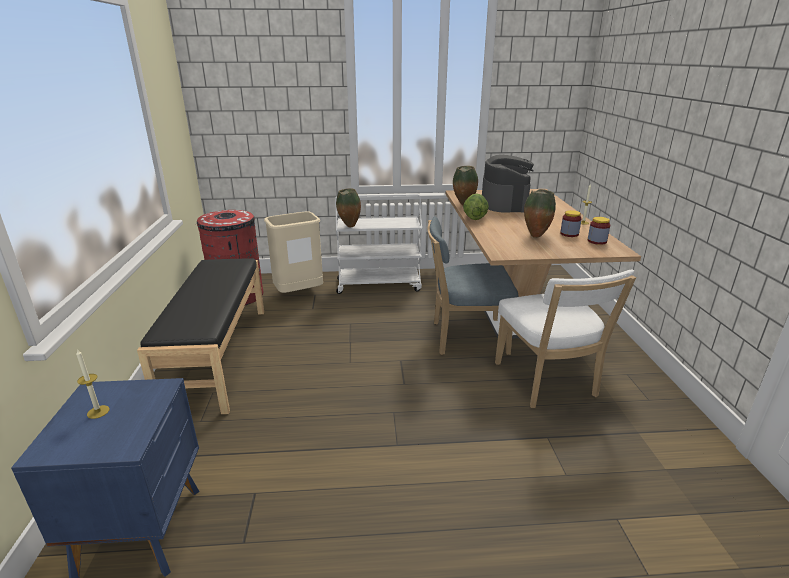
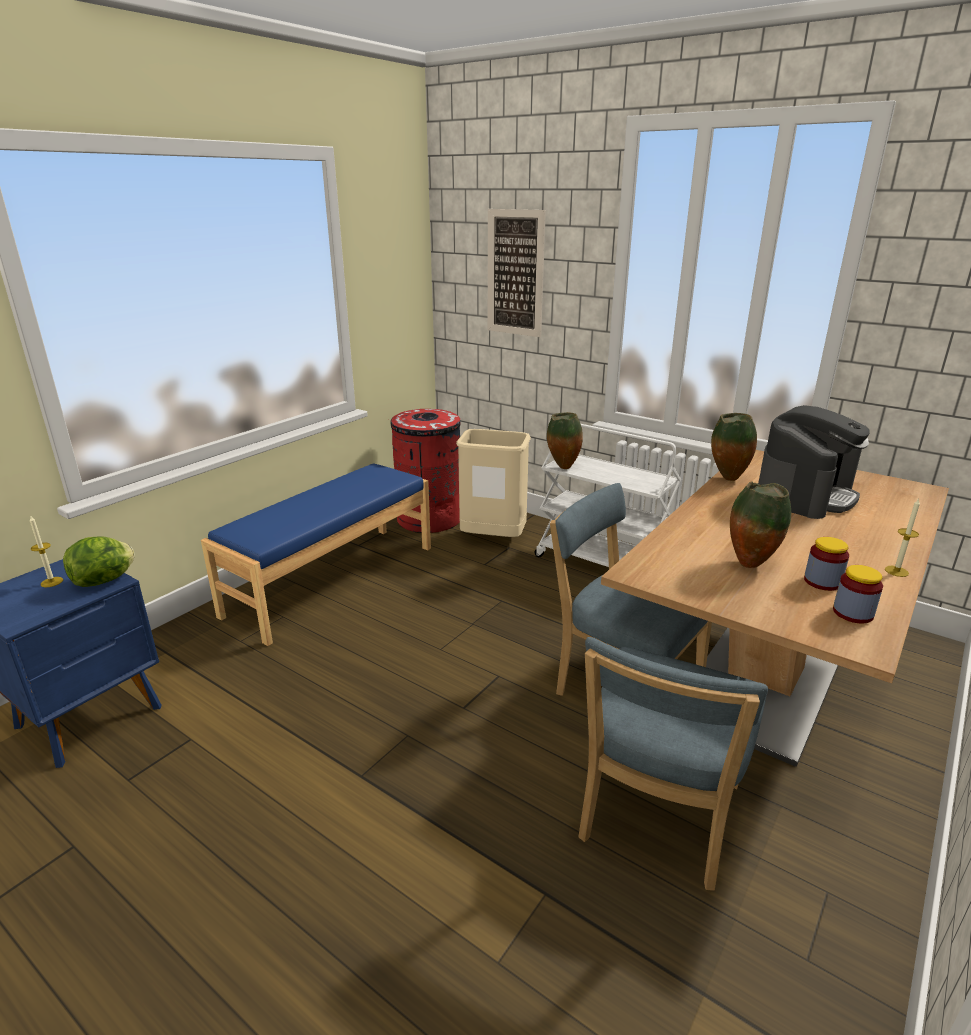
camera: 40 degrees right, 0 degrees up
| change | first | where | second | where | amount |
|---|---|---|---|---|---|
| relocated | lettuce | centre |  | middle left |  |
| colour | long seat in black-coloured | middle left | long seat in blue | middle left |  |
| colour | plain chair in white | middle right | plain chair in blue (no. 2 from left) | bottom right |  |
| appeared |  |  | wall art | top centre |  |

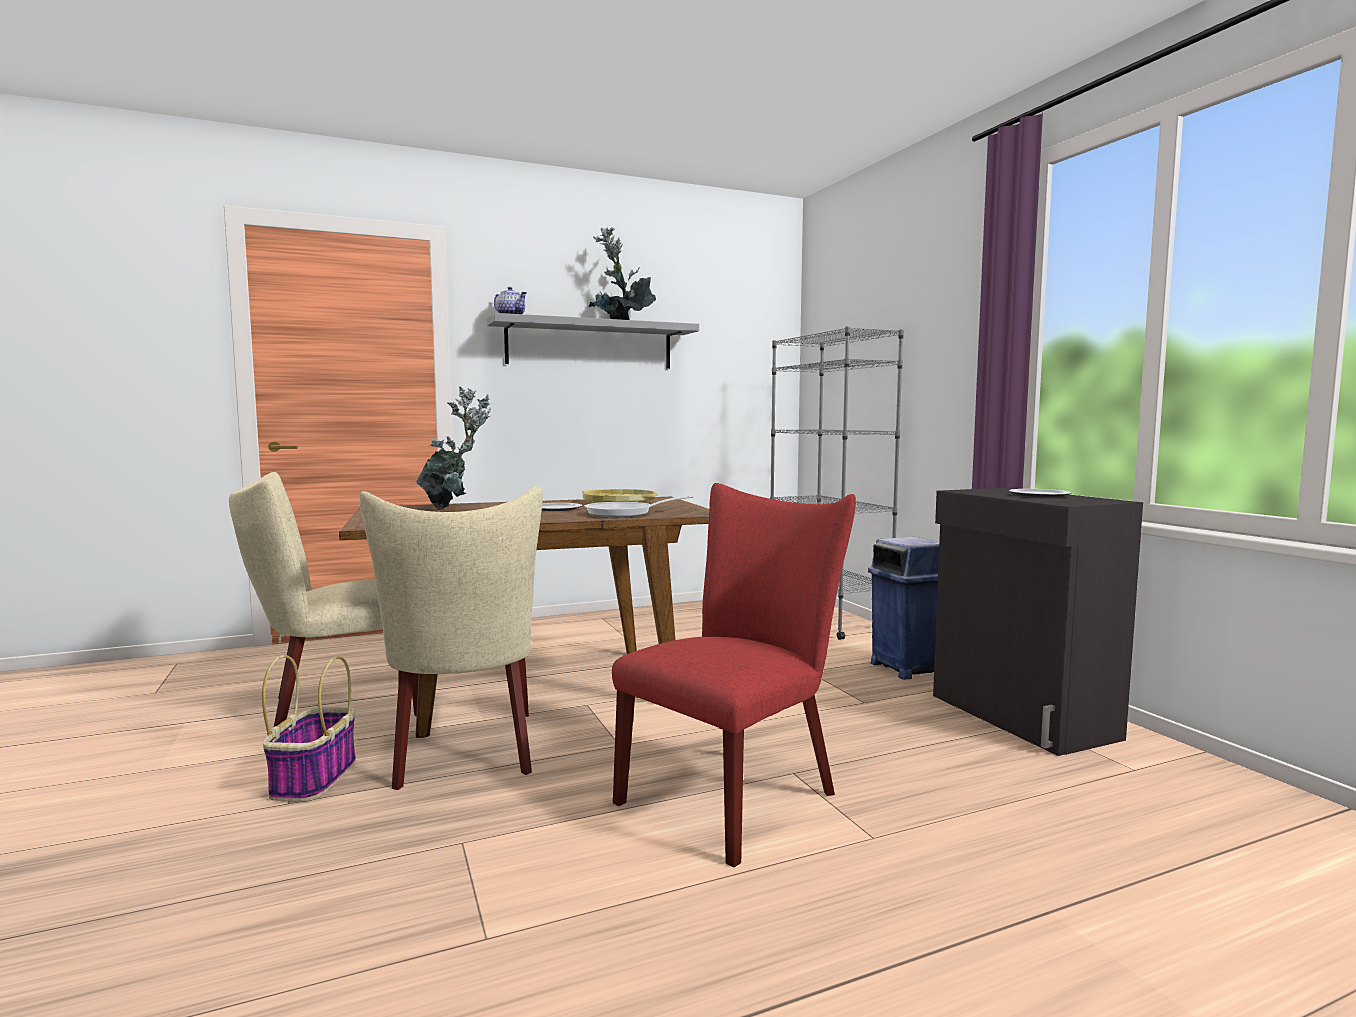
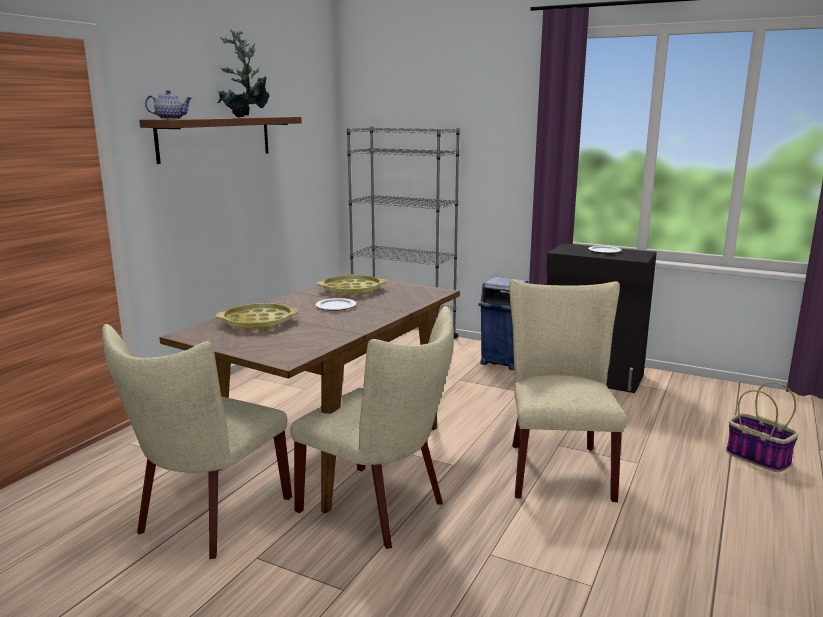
camera: 40 degrees left, 10 degrees up
| change | first | where | second | where | amount |
|---|---|---|---|---|---|
| colour | wall shelf in greyish | centre | wall shelf in brown | top left |  |
| exchanged | potted plant (no. 1 from left) | centre | carrying tray in yellow-coloured (no. 1 from left) | middle left |  |
| colour | plain chair in red | centre | plain chair in beige (no. 3 from left) | middle right |  |
| missing | frying pan | centre |  |  |  |
| relocated | household basket | bottom left |  | bottom right |  |

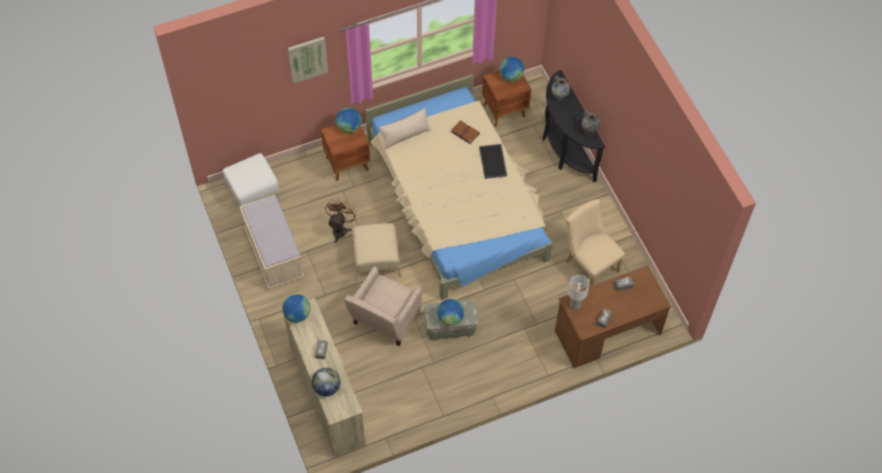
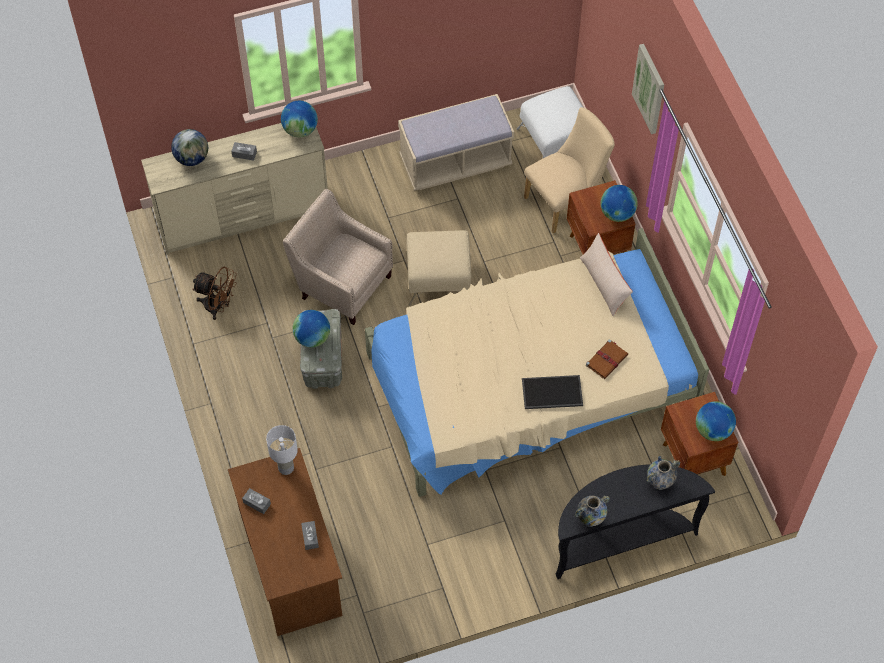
camera: 95 degrees right, 0 degrees up
| change | first | where | second | where | amount |
|---|---|---|---|---|---|
| relocated | cooling fan in brown | centre |  | middle left |  |
| relocated | plain chair in beige | middle right |  | top centre |  |

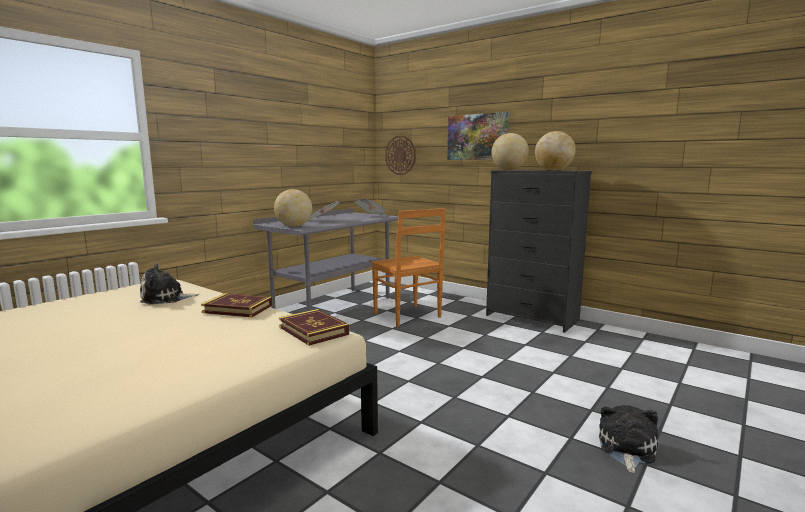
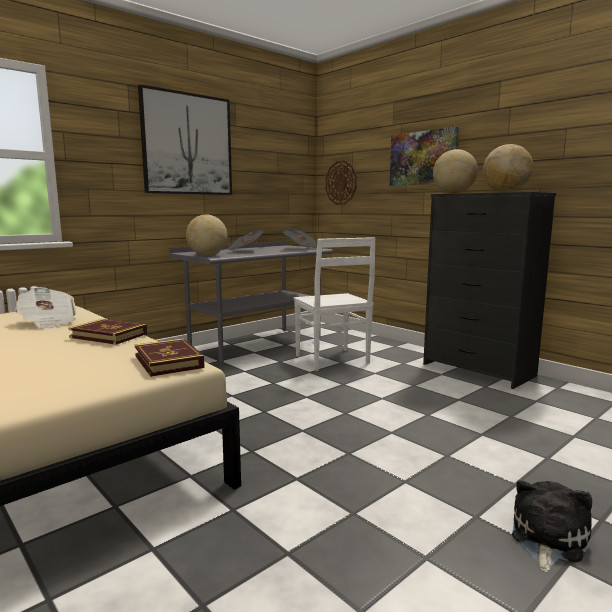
camera: 10 degrees right, 0 degrees up
| change | first | where | second | where | amount |
|---|---|---|---|---|---|
| colour | plain chair in brown | centre | plain chair in white | centre |  |
| exchanged | cuddly toy (no. 1 from left) | middle left | printed paper (no. 1 from left) | middle left |  |
| appeared |  |  | wall art (no. 1 from left) | top left |  |

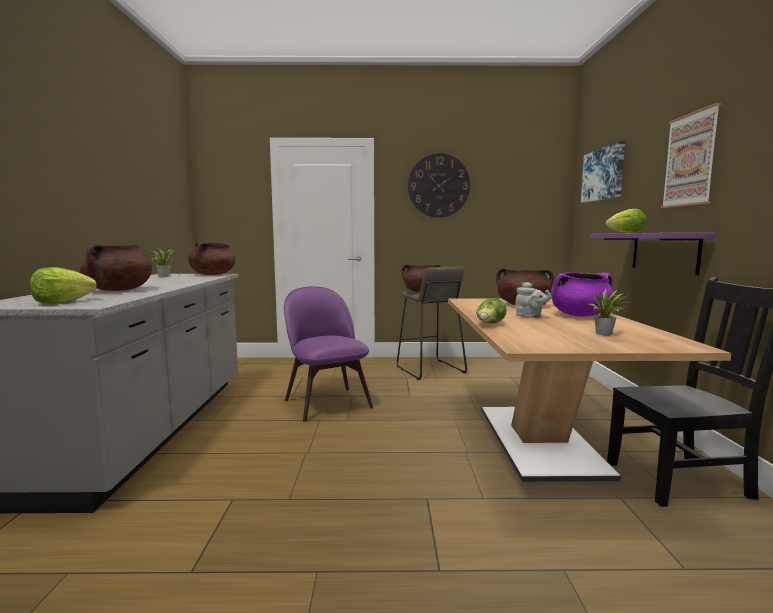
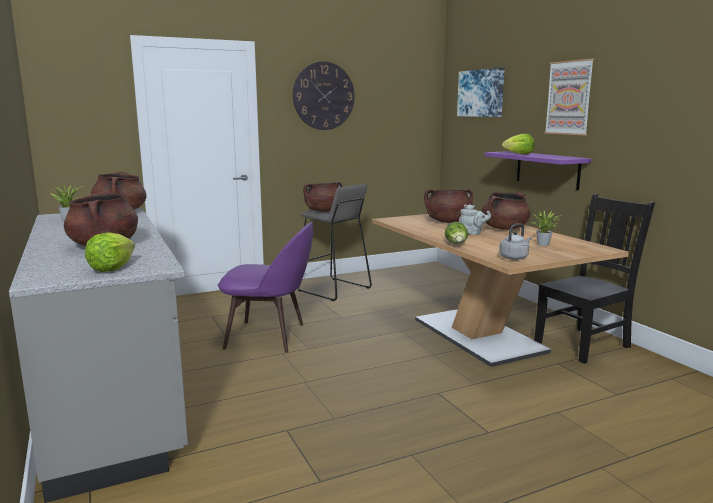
camera: 25 degrees left, 5 degrees up
| change | first | where | second | where | amount |
|---|---|---|---|---|---|
| colour | stockpot in purplish | middle right | stockpot in brown (no. 5 from left) | middle right |  |
| spun | plain chair in purplish | centre |  | centre | 150 degrees clockwise |
| appeared |  |  | kettle in greyish | middle right |  |

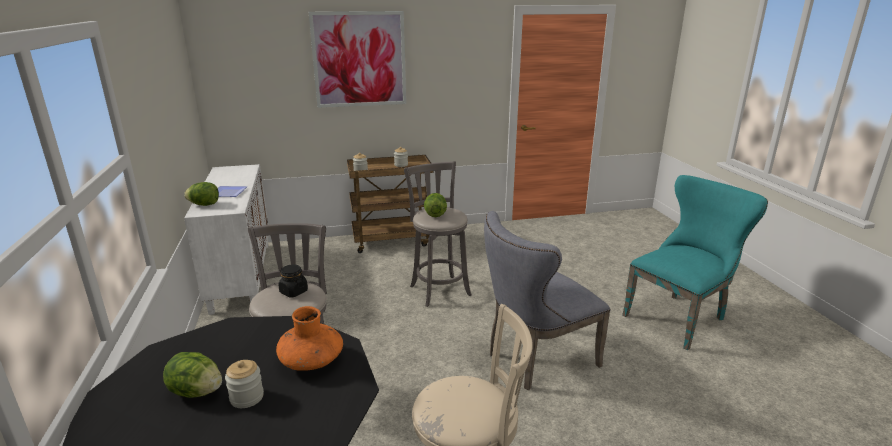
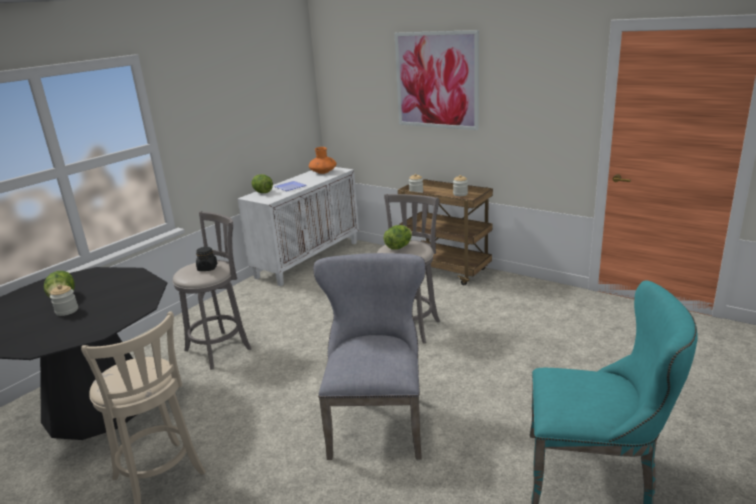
camera: 50 degrees right, 0 degrees up
| change | first | where | second | where | amount |
|---|---|---|---|---|---|
| spun | plain chair in greyish | bottom centre |  | bottom centre | 75 degrees clockwise |
| relocated | decorative vase in orangey | bottom centre |  | top centre |  |

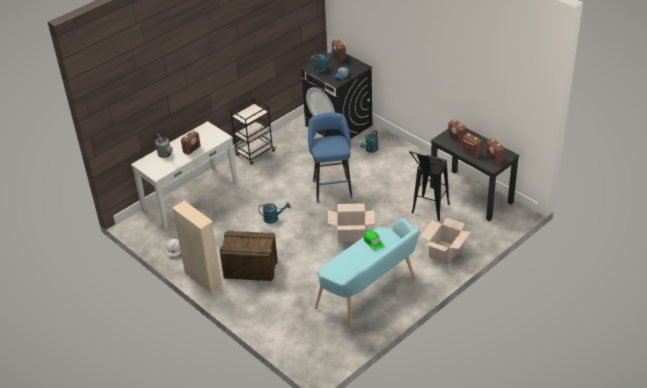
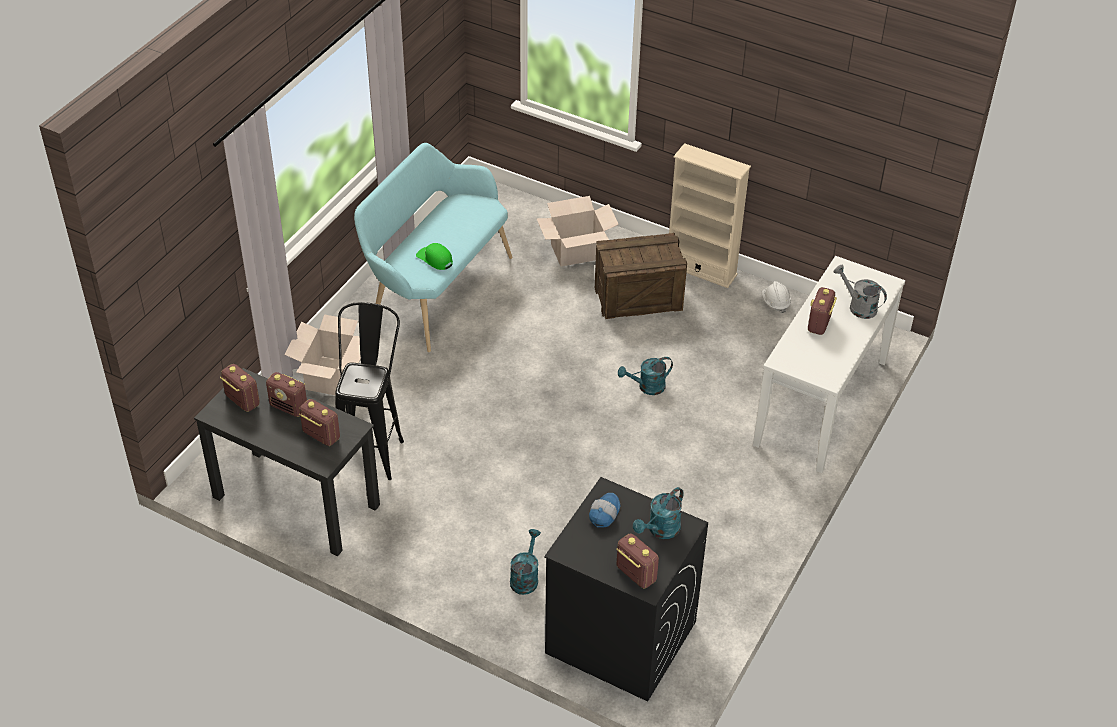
camera: 160 degrees right, 5 degrees up
| change | first | where | second | where | amount |
|---|---|---|---|---|---|
| missing | cart in black-coloured | centre |  |  |  |
| missing | stool seat in blue | centre |  |  |  |
| relocated | packing box (no. 1 from left in the first image) | centre | packing box (no. 2 from left) | top centre |  |

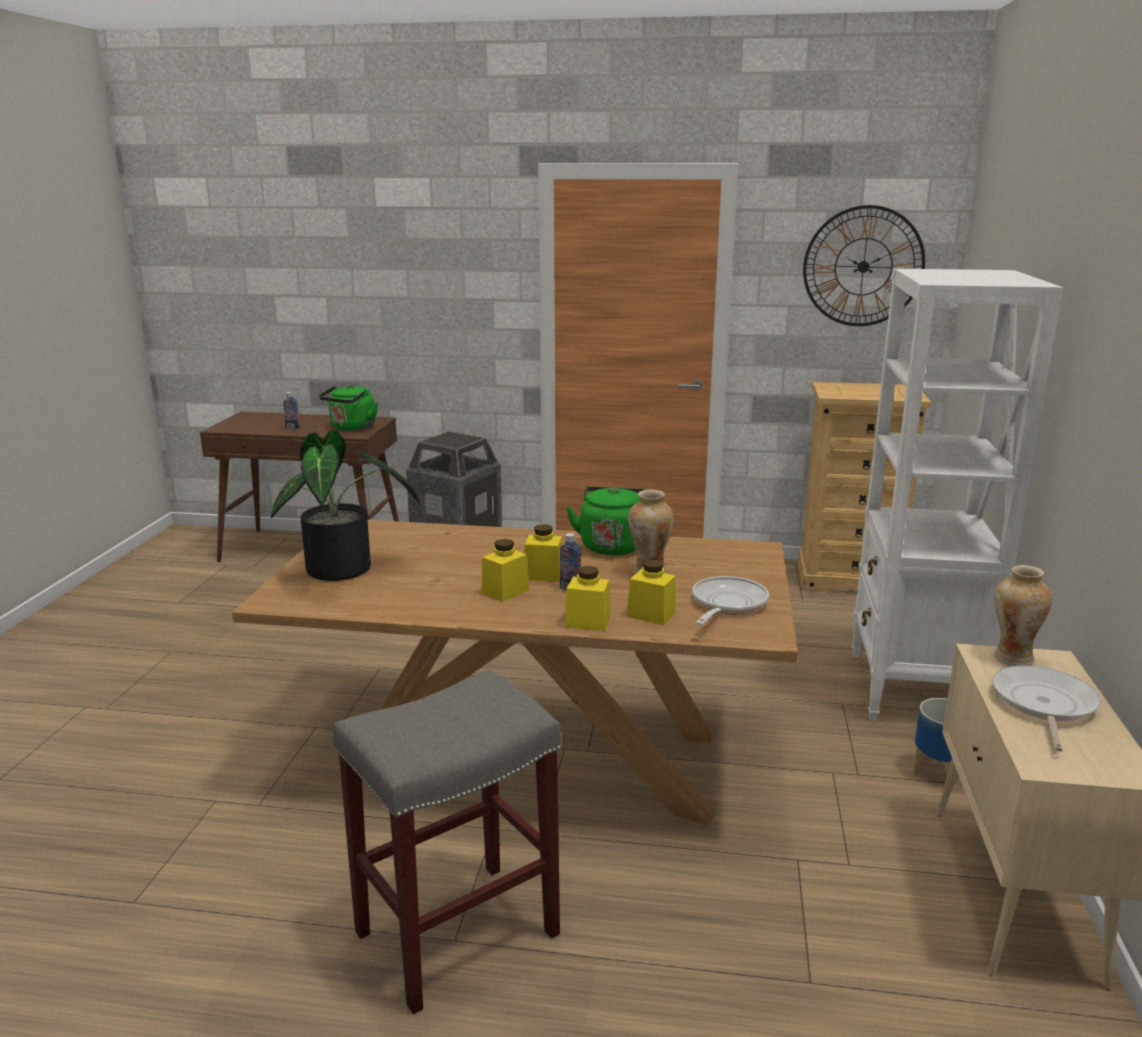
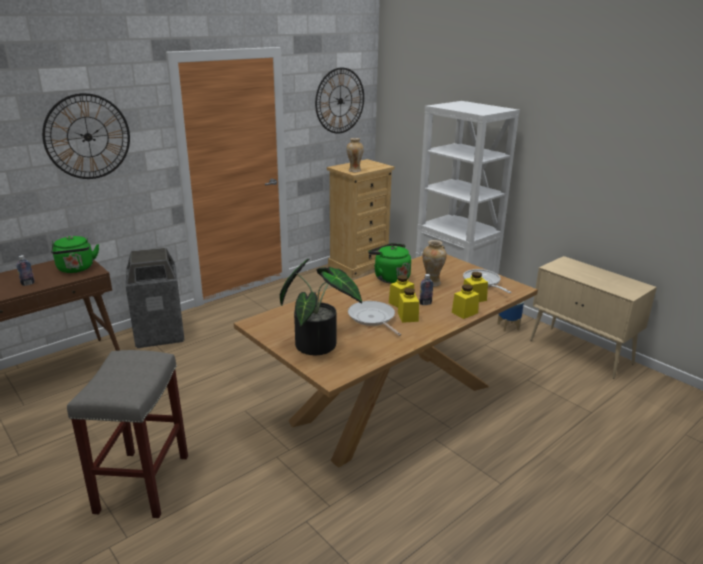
camera: 50 degrees left, 5 degrees up
| change | first | where | second | where | amount |
|---|---|---|---|---|---|
| relocated | decorative vase (no. 2 from left in the first image) | middle right | decorative vase (no. 1 from left) | top centre |  |
| relocated | frying pan (no. 2 from left in the first image) | bottom right | frying pan (no. 1 from left) | centre |  |
| relocated | stool seat in greyish | bottom centre |  | bottom left |  |
| appeared |  |  | clock on the wall (no. 1 from left) | top left |  |

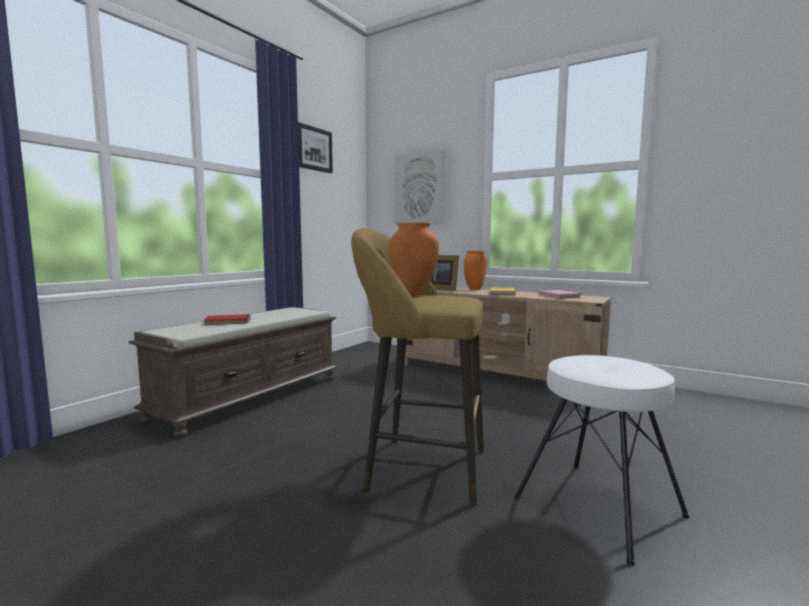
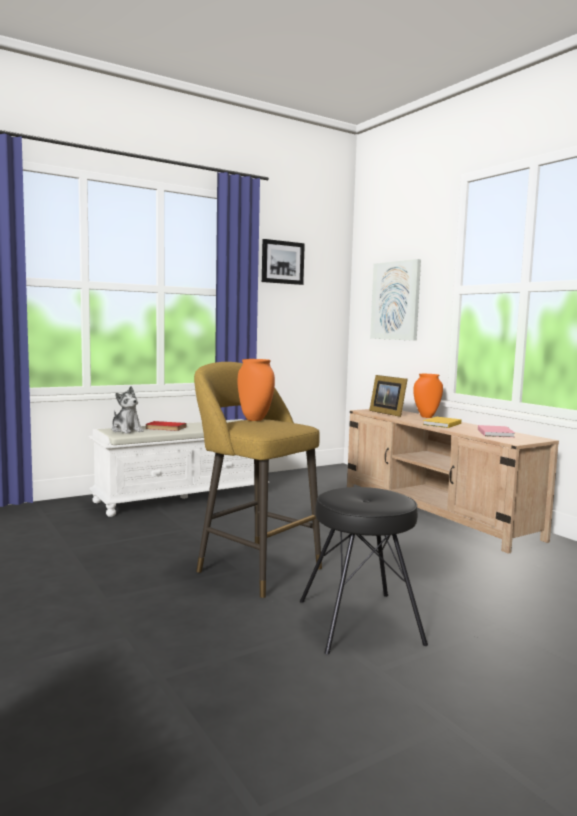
camera: 25 degrees right, 0 degrees up
| change | first | where | second | where | amount |
|---|---|---|---|---|---|
| colour | long seat in brown | middle left | long seat in white | middle left |  |
| colour | stool seat in white | bottom right | stool seat in black-coloured | bottom centre |  |
| appeared |  |  | cuddly toy | middle left |  |

